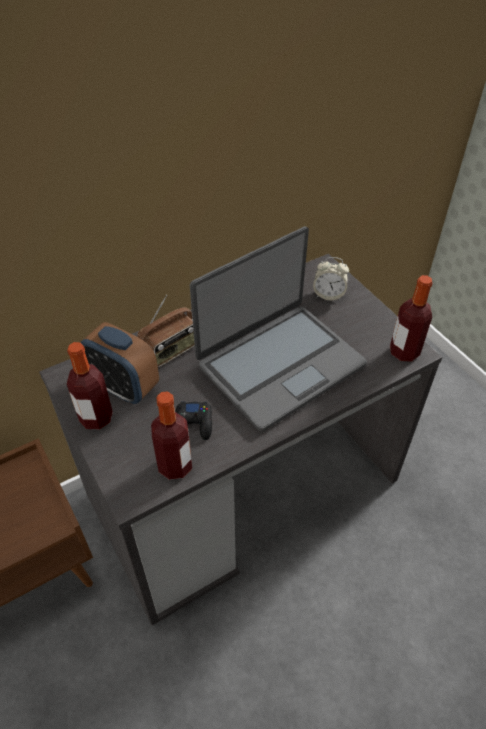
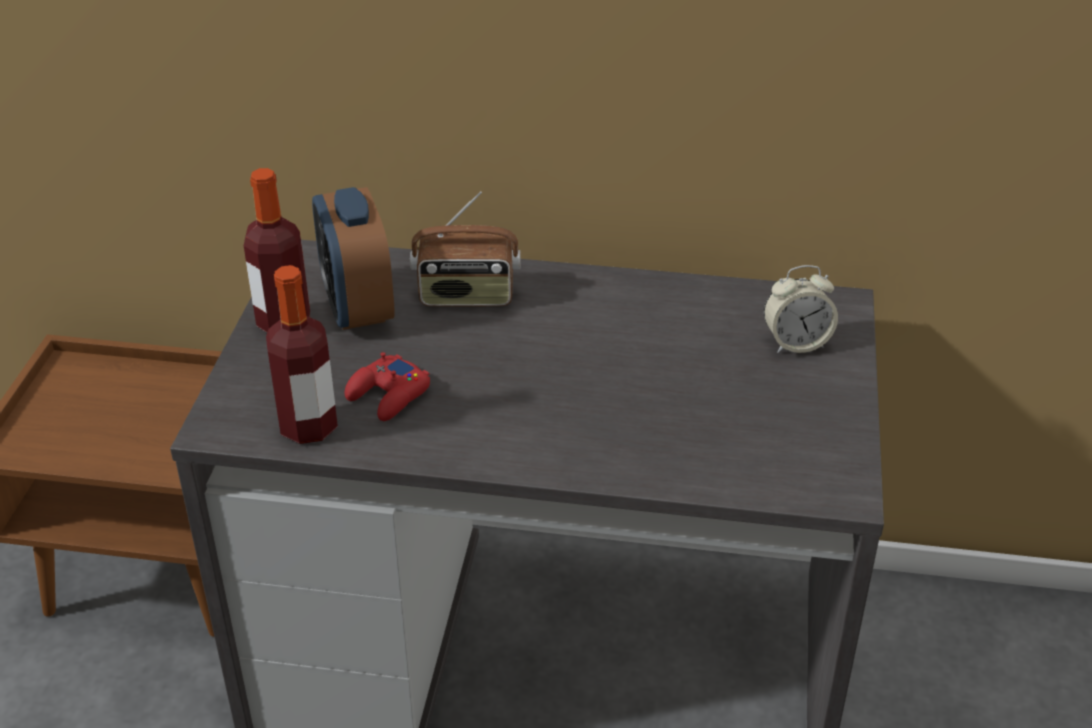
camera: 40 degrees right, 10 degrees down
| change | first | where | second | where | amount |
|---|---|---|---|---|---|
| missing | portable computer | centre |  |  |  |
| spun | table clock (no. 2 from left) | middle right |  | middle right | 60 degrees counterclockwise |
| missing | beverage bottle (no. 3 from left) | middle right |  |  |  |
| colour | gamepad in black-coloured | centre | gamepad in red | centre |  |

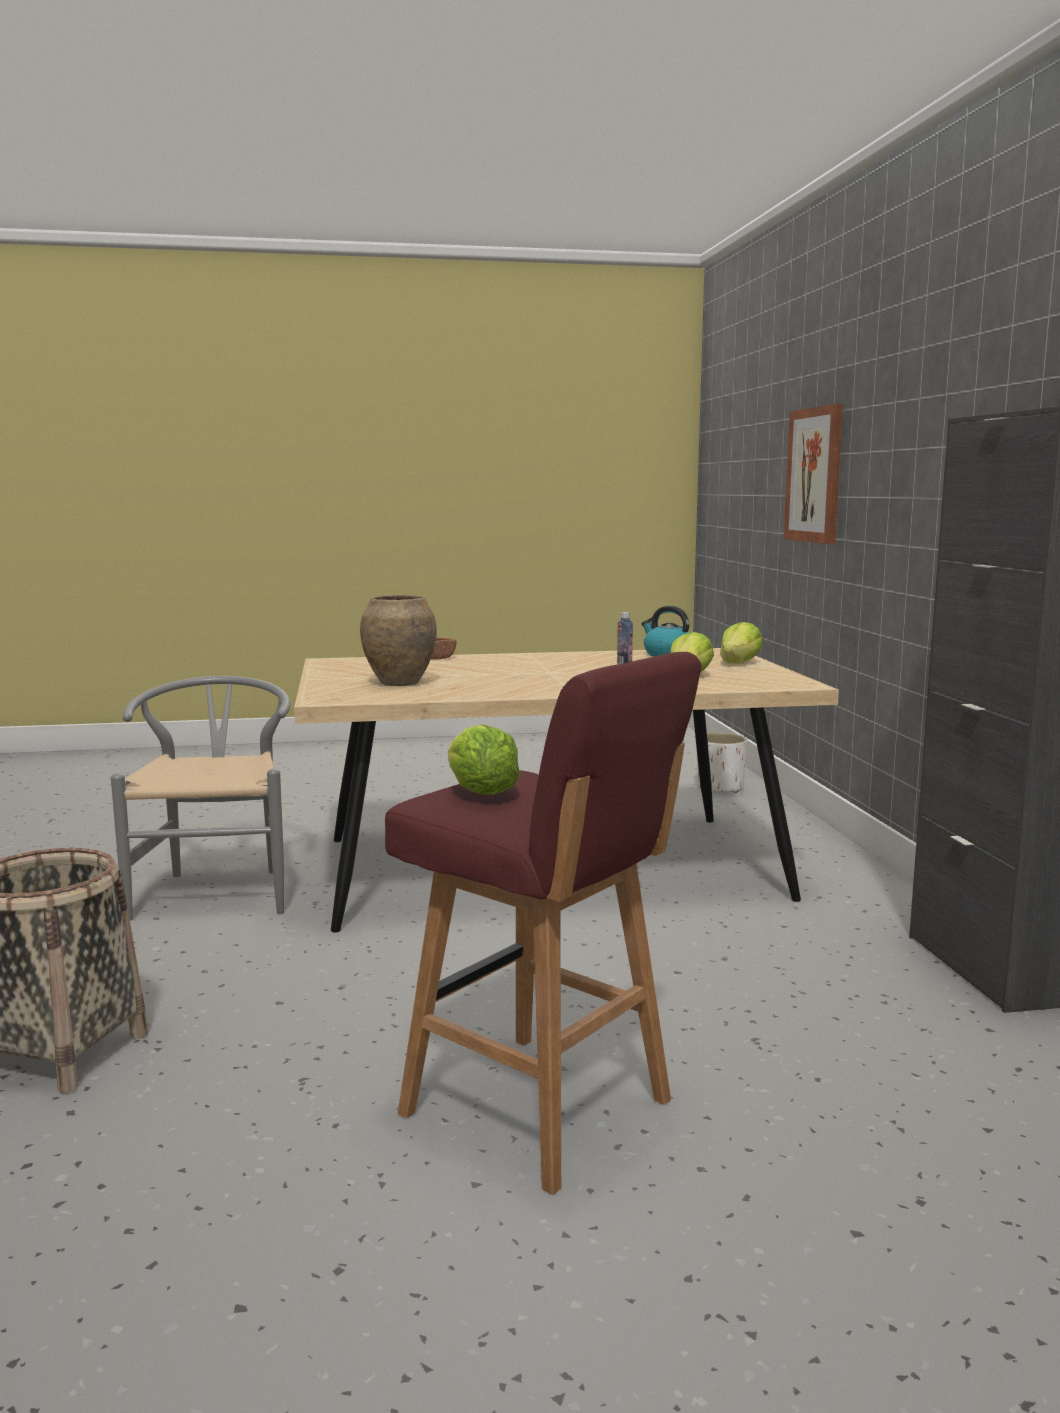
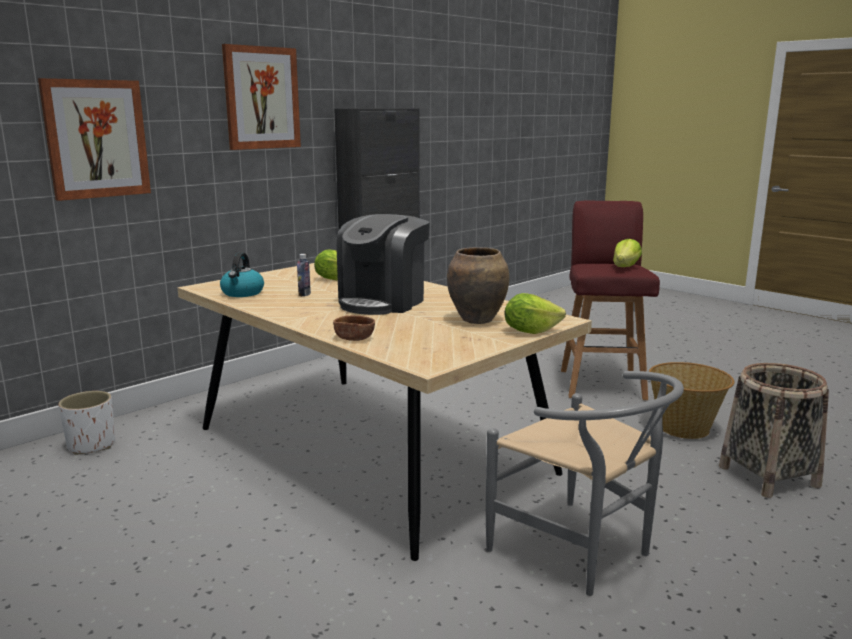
camera: 125 degrees left, 5 degrees up
| change | first | where | second | where | amount |
|---|---|---|---|---|---|
| relocated | lettuce (no. 3 from left in the first image) | middle right | lettuce (no. 2 from left) | centre |  |
| spun | plain chair in greyish | middle left |  | bottom right | 90 degrees counterclockwise |
| appeared |  |  | wall art (no. 2 from left) | top left |  |
| appeared |  |  | coffee machine | centre |  |
| appeared |  |  | household basket (no. 1 from left) | middle right |  |

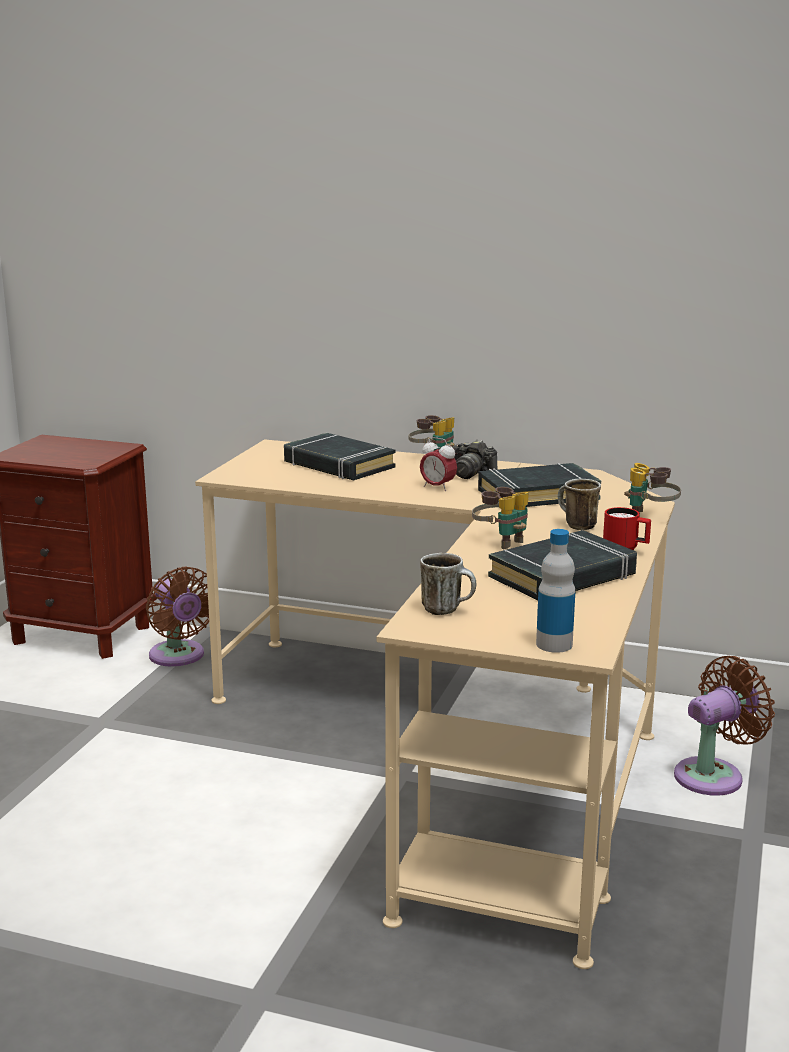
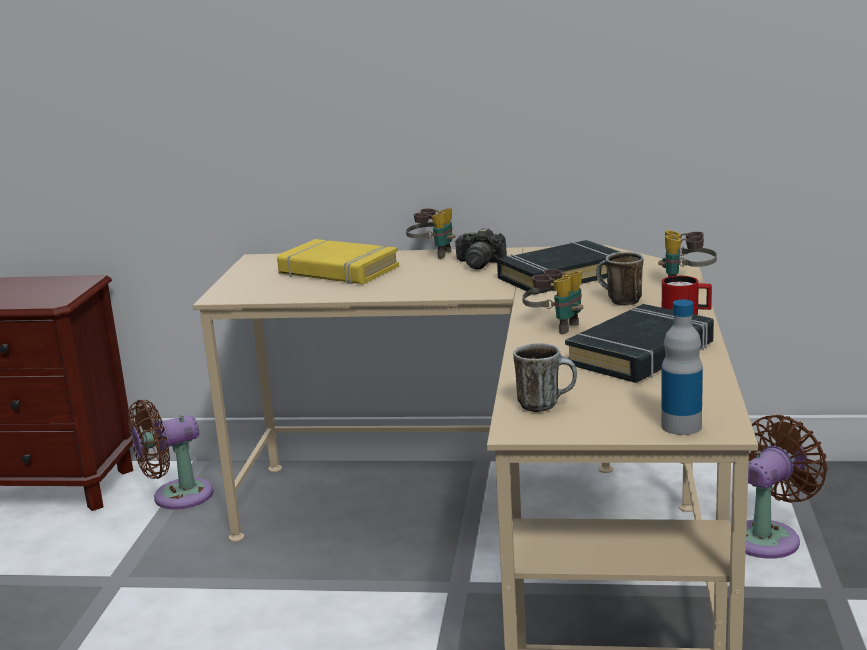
camera: 10 degrees left, 0 degrees up
| change | first | where | second | where | amount |
|---|---|---|---|---|---|
| colour | volume in black-coloured (no. 1 from left) | centre | volume in yellow-coloured | centre |  |
| missing | table clock | centre |  |  |  |
| spun | cooling fan in brown (no. 1 from left) | middle left |  | bottom left | 105 degrees clockwise |

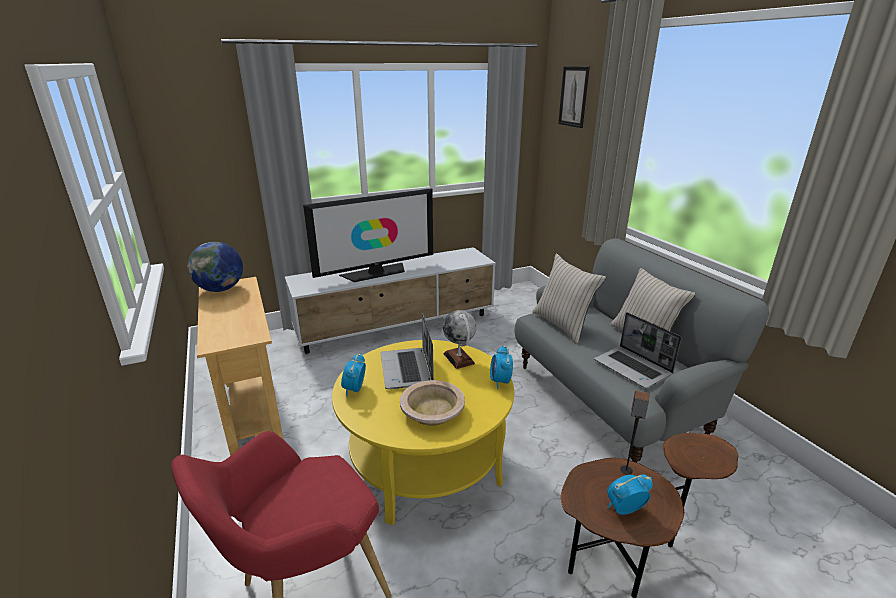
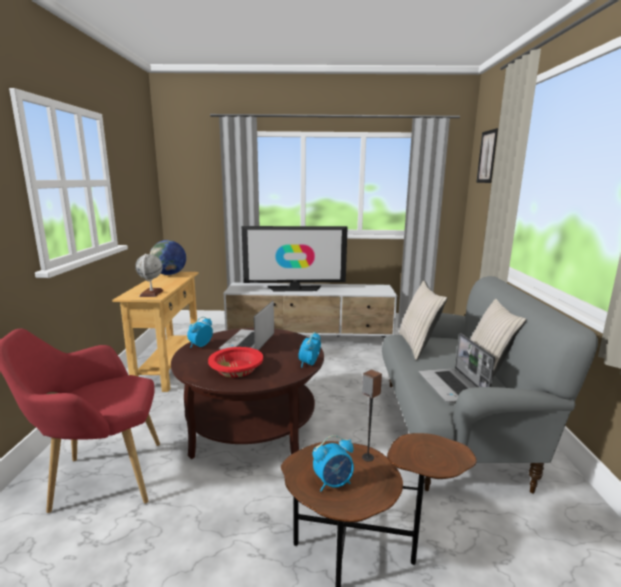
camera: 25 degrees right, 10 degrees down
| change | first | where | second | where | amount |
|---|---|---|---|---|---|
| relocated | globe (no. 2 from left in the first image) | centre | globe (no. 1 from left) | middle left |  |
| colour | coffee table in yellow-coloured | bottom centre | coffee table in brown | bottom centre |  |
| colour | deep dish in beige | bottom centre | deep dish in red | centre |  |
| spun | table clock (no. 3 from left) | bottom right |  | bottom centre | 150 degrees clockwise |

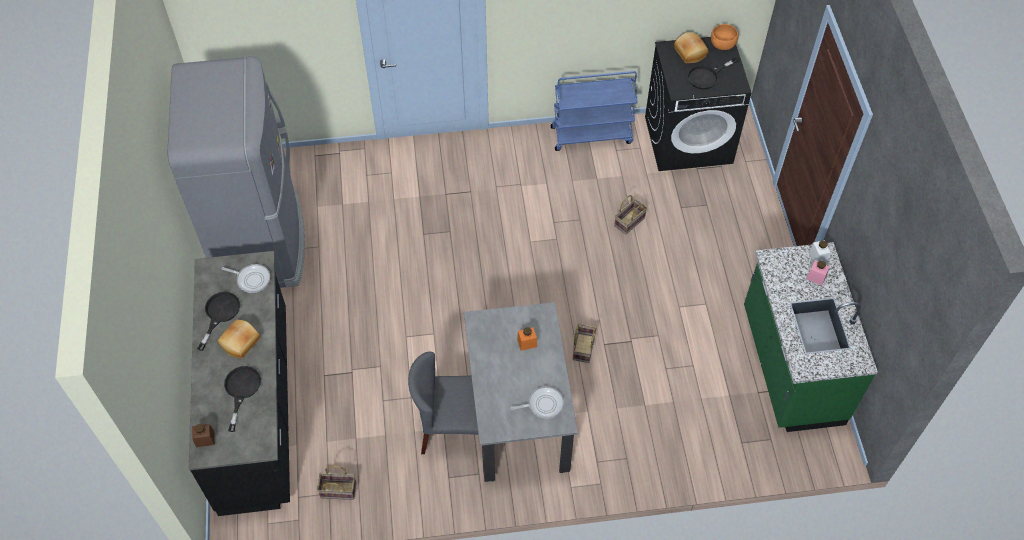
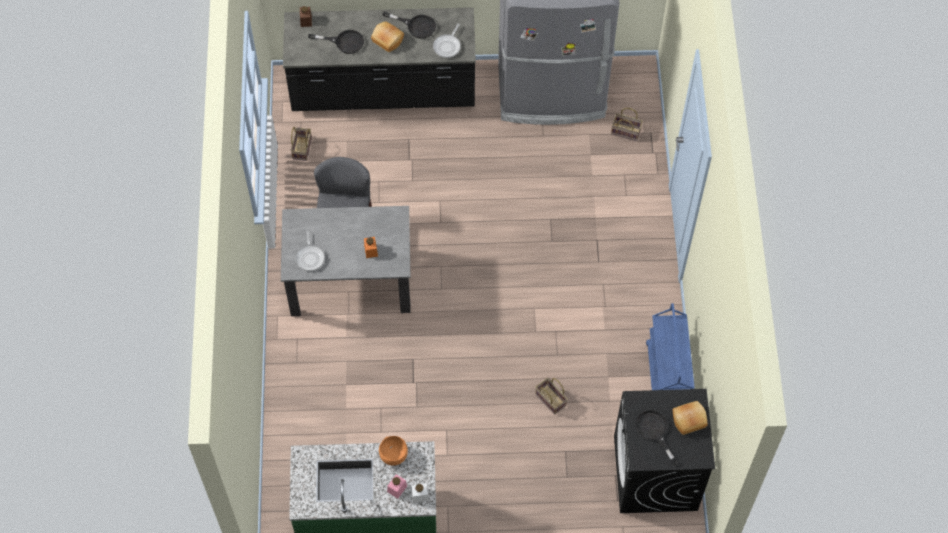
camera: 95 degrees right, 5 degrees up
| change | first | where | second | where | amount |
|---|---|---|---|---|---|
| relocated | deep dish in orangey | top right |  | bottom centre |  |
| relocated | household basket (no. 2 from left in the first image) | centre | household basket (no. 3 from left) | top centre |  |

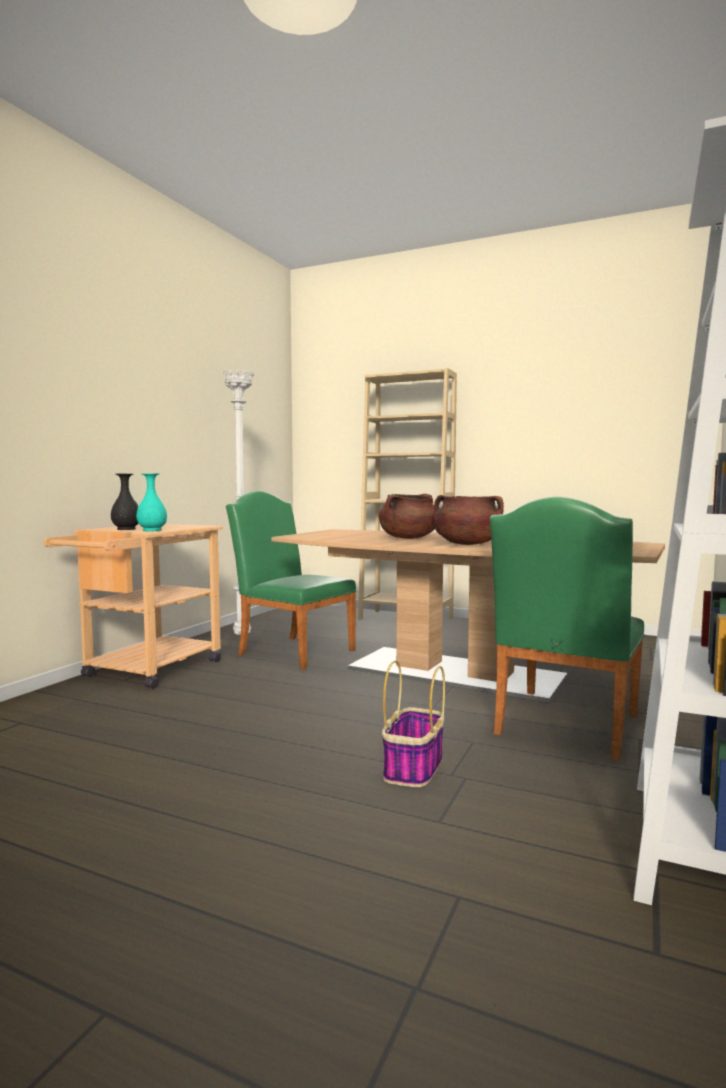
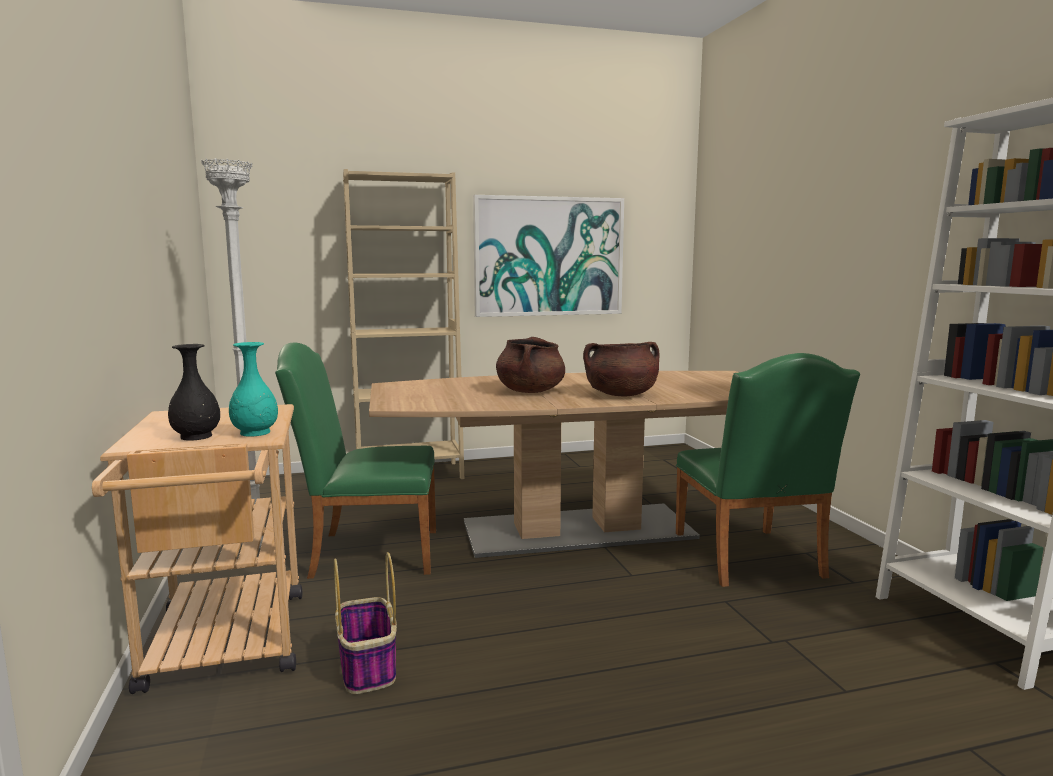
camera: 40 degrees left, 5 degrees up
| change | first | where | second | where | amount |
|---|---|---|---|---|---|
| relocated | household basket | centre |  | bottom centre |  |
| appeared |  |  | wall art | top centre |  |

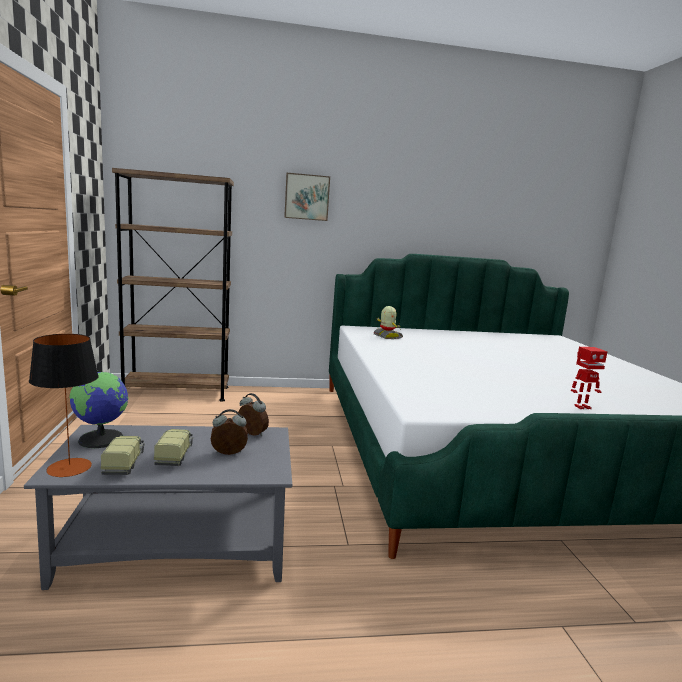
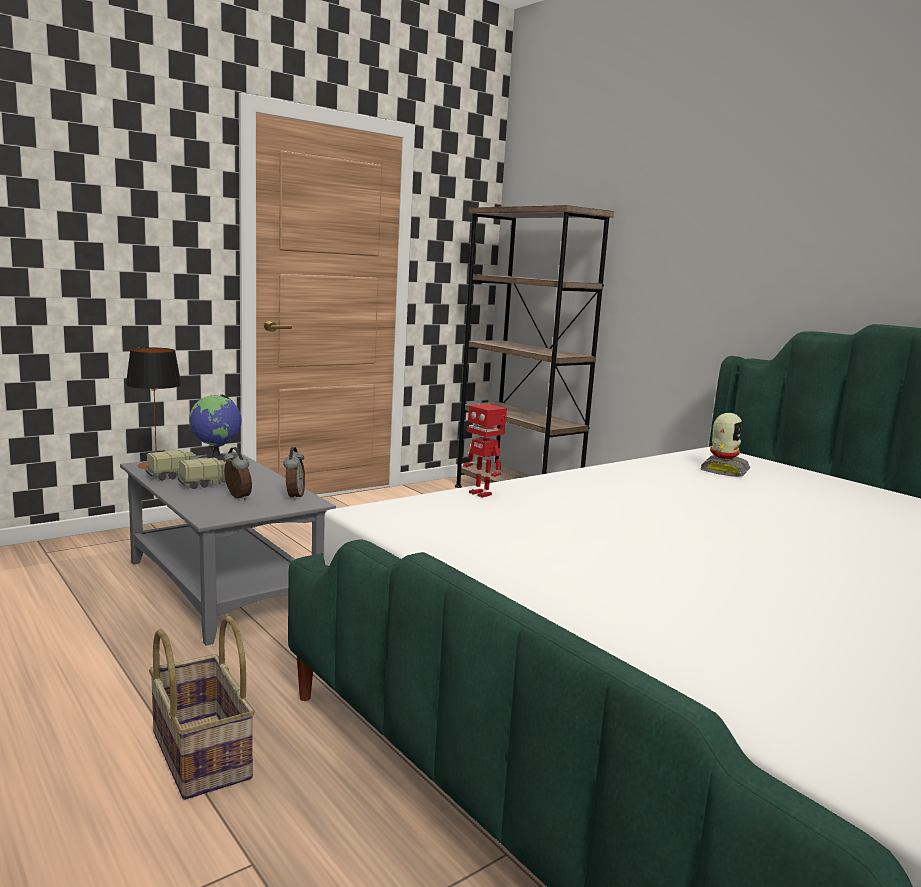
camera: 60 degrees right, 0 degrees up
| change | first | where | second | where | amount |
|---|---|---|---|---|---|
| missing | wall art | top centre |  |  |  |
| relocated | robot figure (no. 2 from left in the first image) | middle right | robot figure (no. 1 from left) | centre |  |
| appeared |  |  | household basket | bottom left |  |

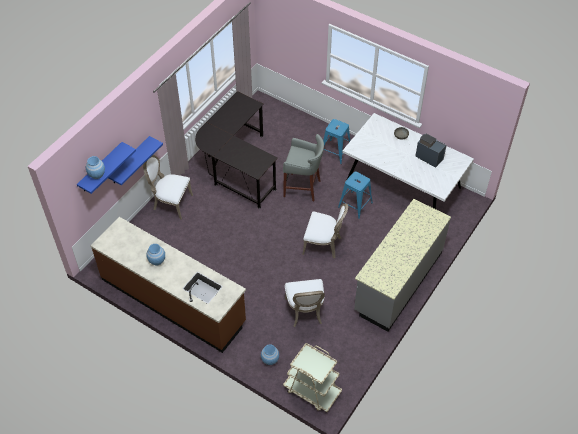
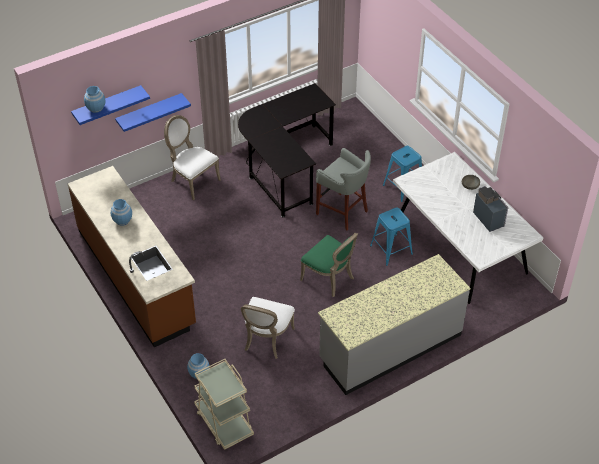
camera: 25 degrees right, 5 degrees down
| change | first | where | second | where | amount |
|---|---|---|---|---|---|
| colour | plain chair in white (no. 3 from left) | centre | plain chair in green | centre |  |

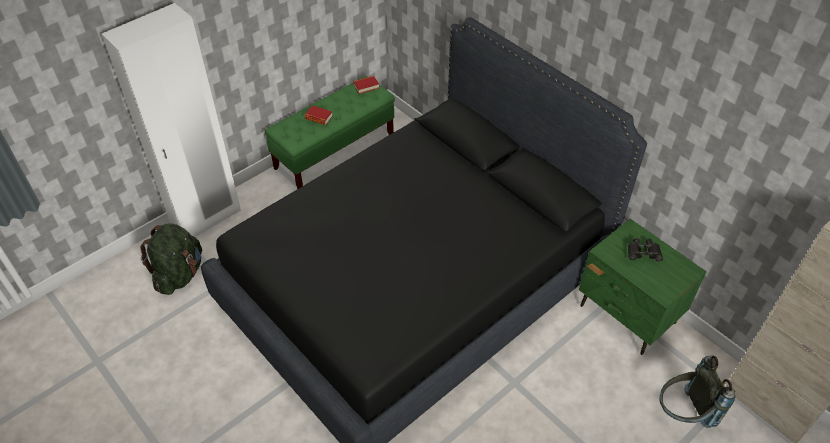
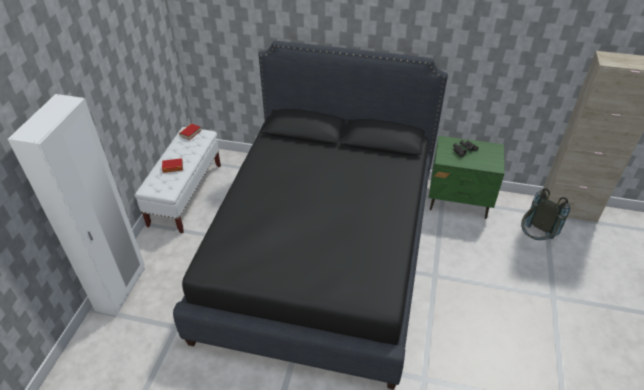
camera: 35 degrees left, 5 degrees down
| change | first | where | second | where | amount |
|---|---|---|---|---|---|
| colour | long seat in green | top centre | long seat in white | middle left |  |
| missing | rucksack in green | middle left |  |  |  |

